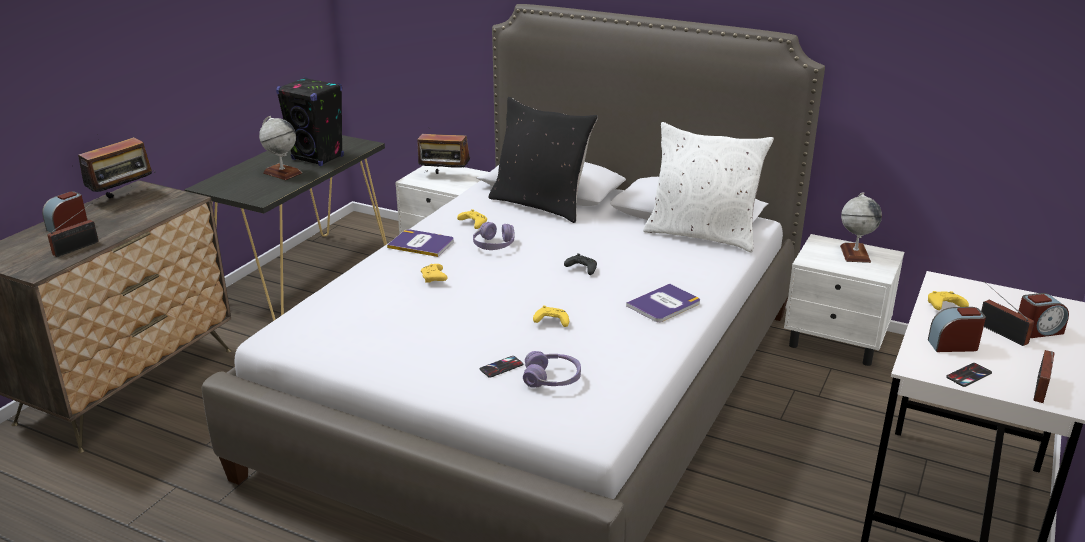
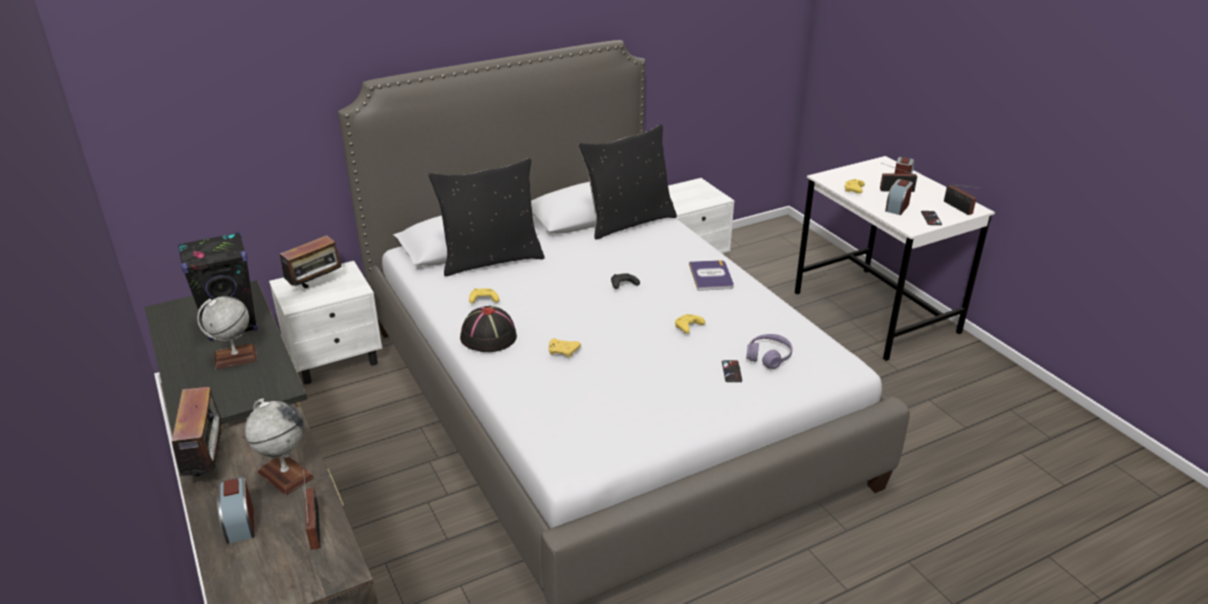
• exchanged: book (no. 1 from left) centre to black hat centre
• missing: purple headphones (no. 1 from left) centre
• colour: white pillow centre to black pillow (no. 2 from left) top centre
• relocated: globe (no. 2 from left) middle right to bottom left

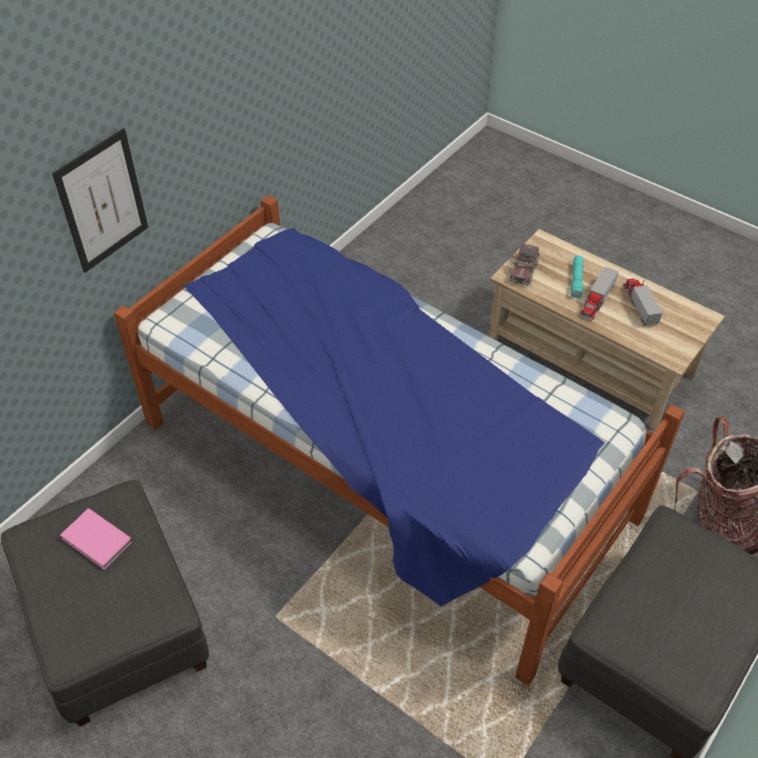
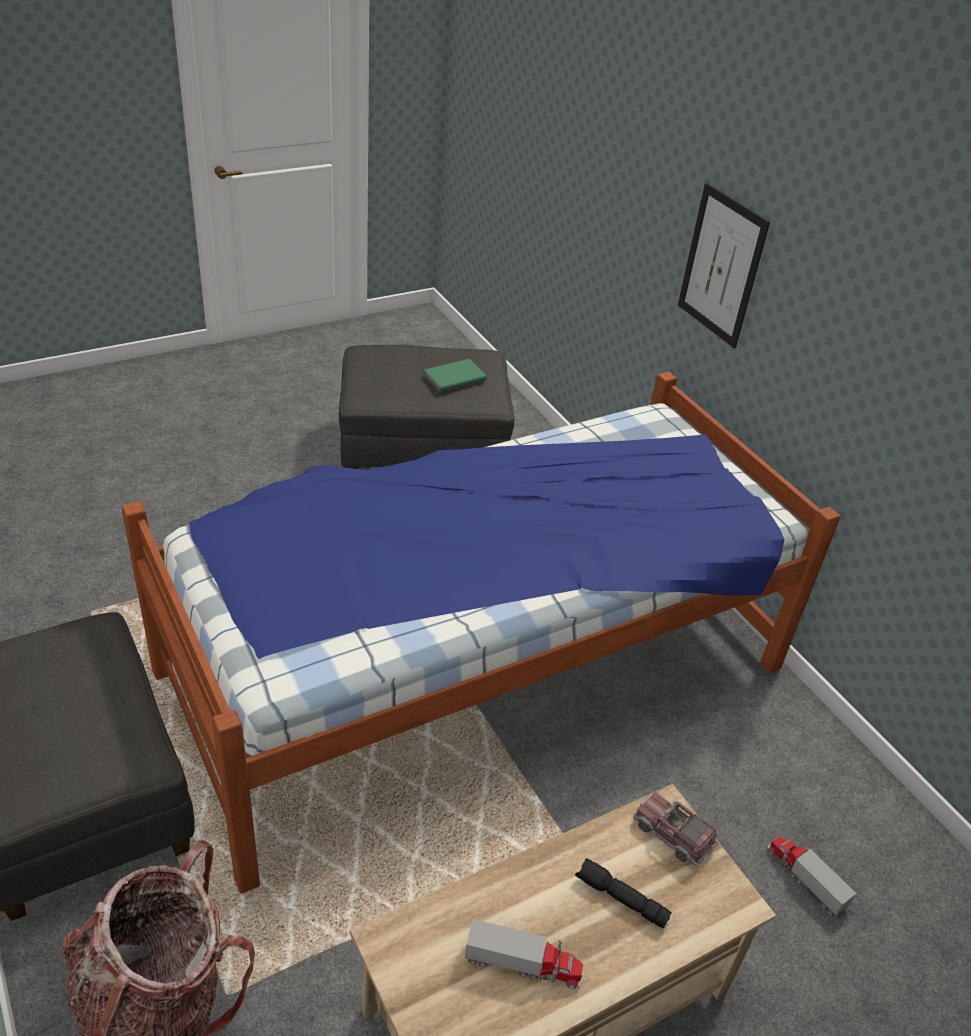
• colour: pink book bottom left to green book centre
• colour: turquoise flashlight middle right to black flashlight bottom centre
• relocated: toy truck (no. 2 from left in the first image) middle right to toy truck (no. 3 from left) bottom right

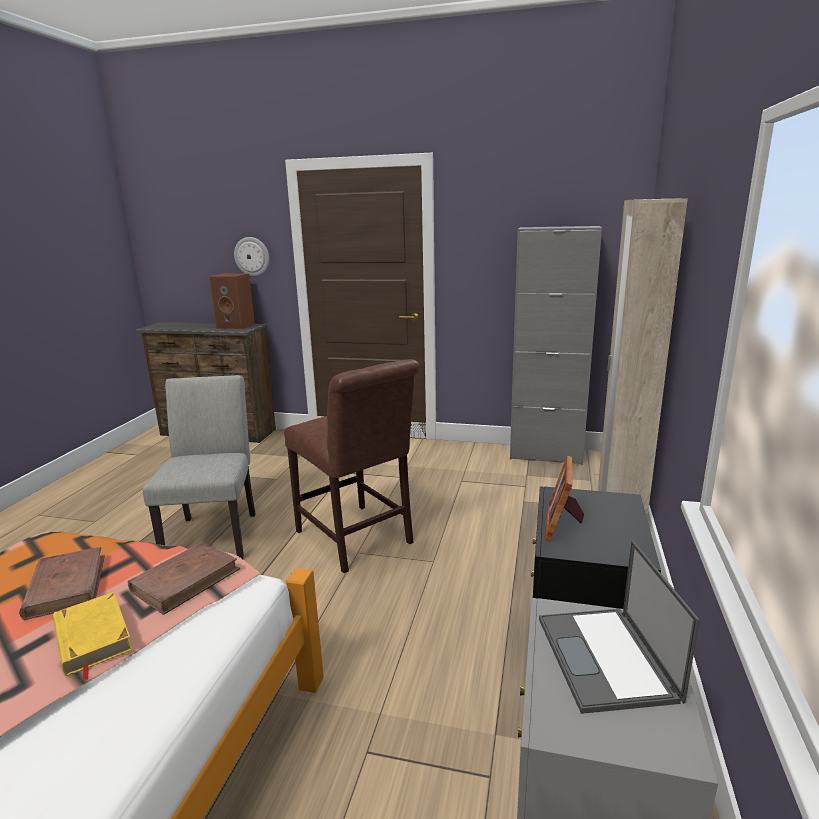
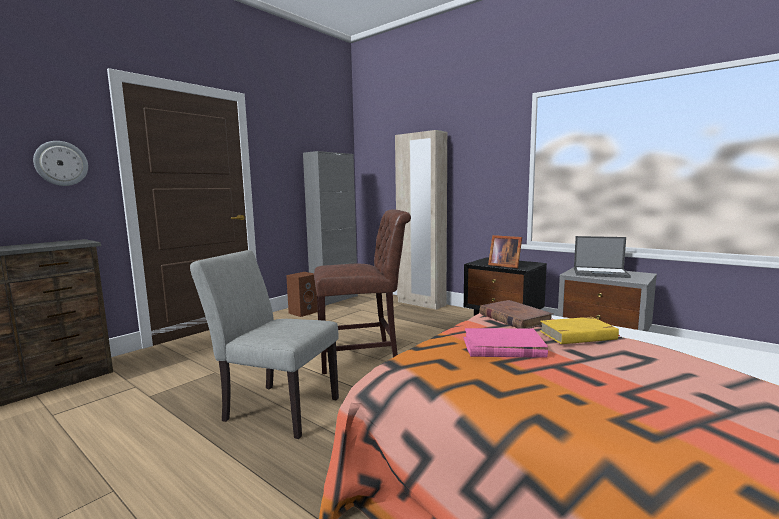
• colour: brown book (no. 1 from left) bottom left to pink book centre
• relocated: brown speaker middle left to centre

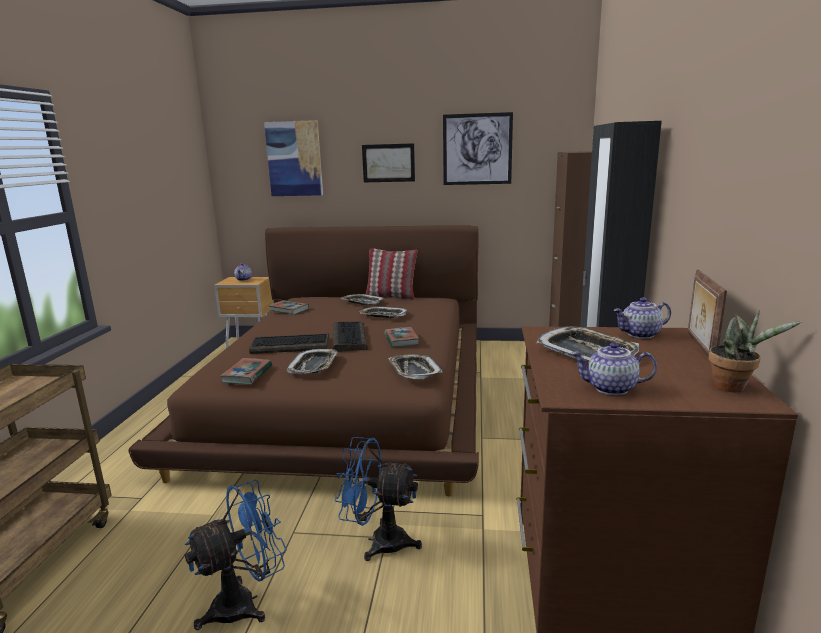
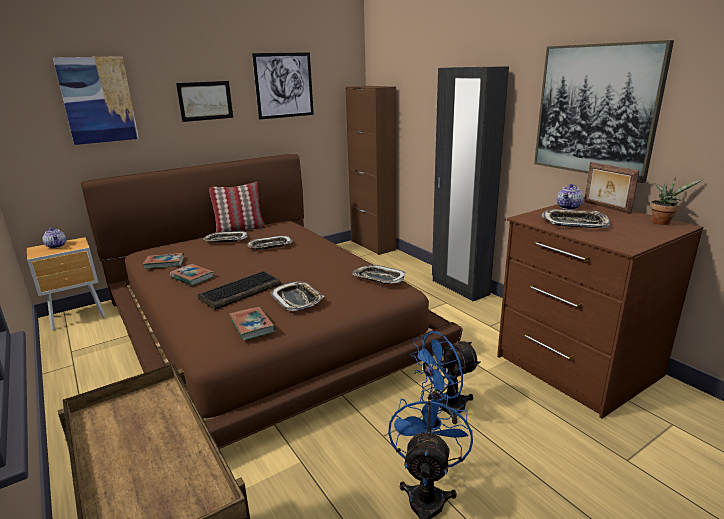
• missing: keyboard (no. 2 from left) centre
• relocated: book (no. 3 from left in the first image) centre to book (no. 2 from left) middle left
• missing: teapot (no. 2 from left) middle right
• appeared: picture (no. 4 from left) top right

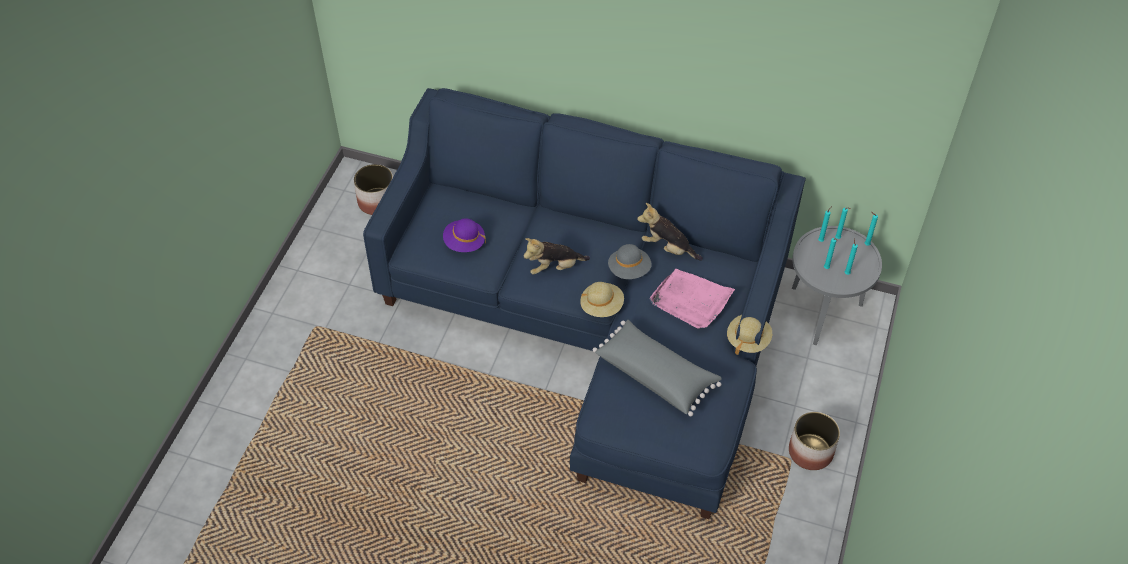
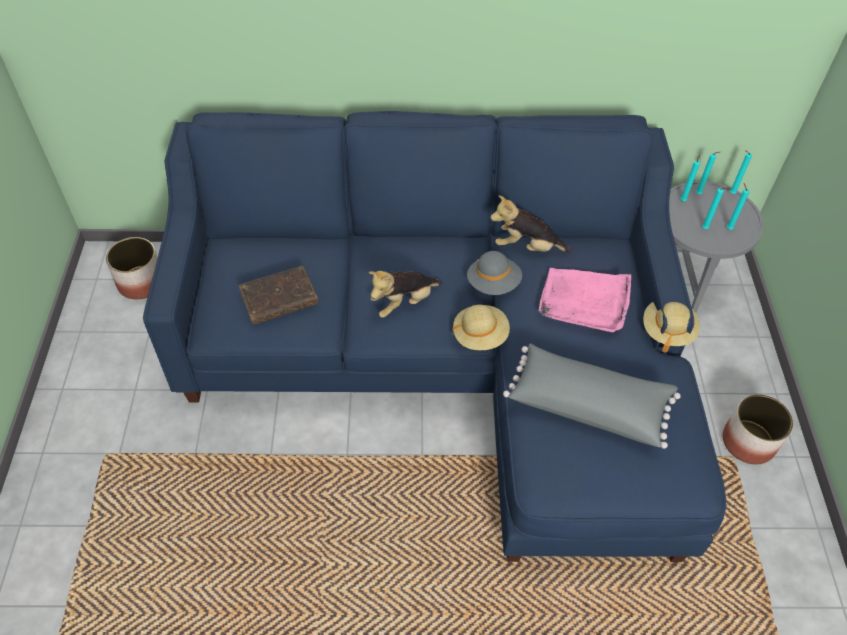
• exchanged: purple hat centre to brown book middle left

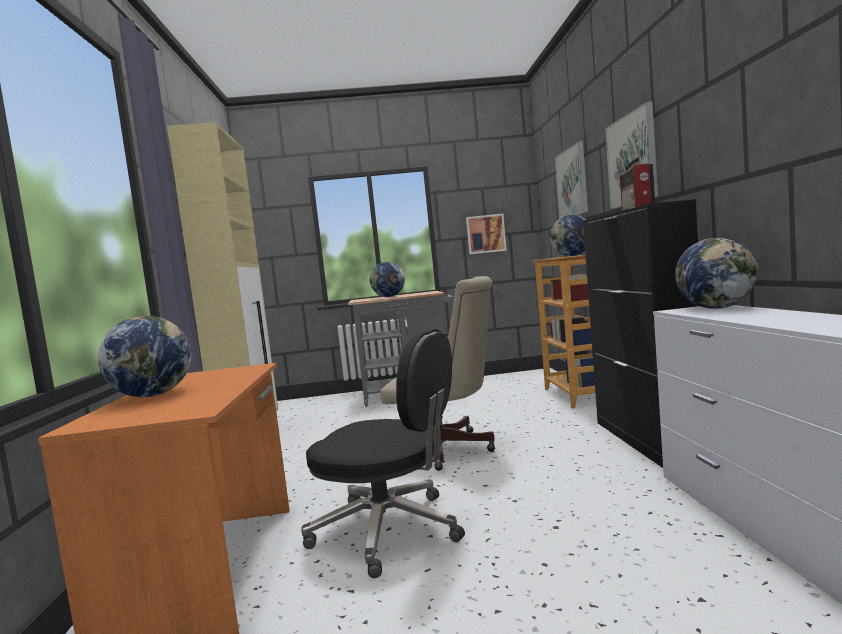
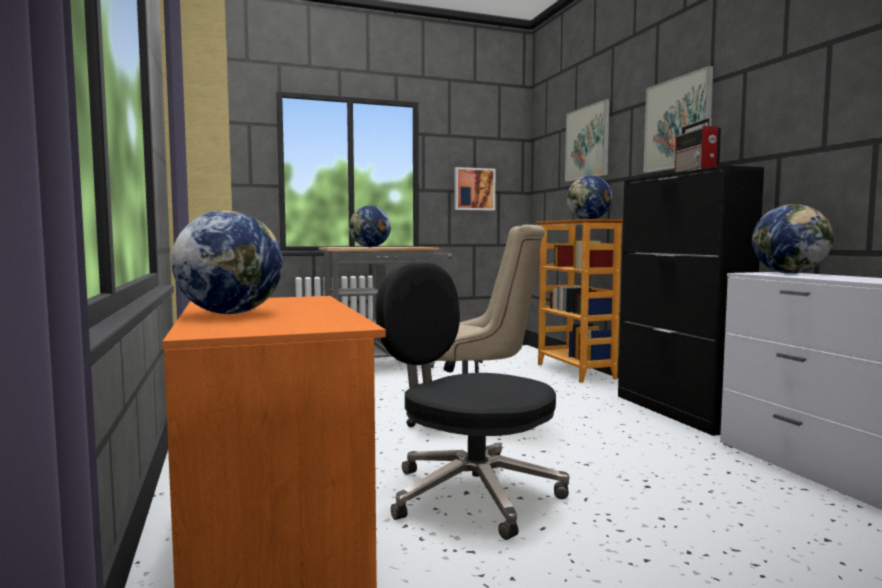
• spun: black office chair bottom centre = bottom centre 150 degrees counterclockwise

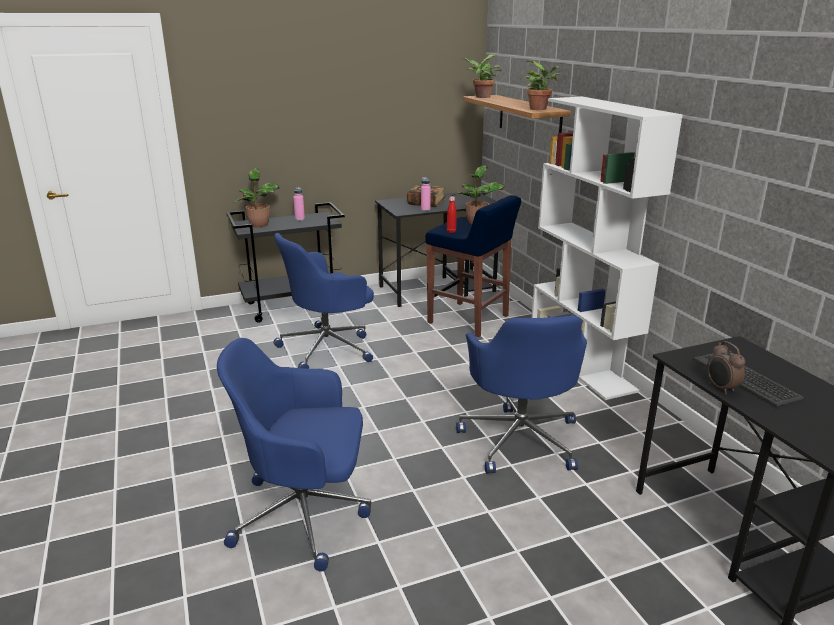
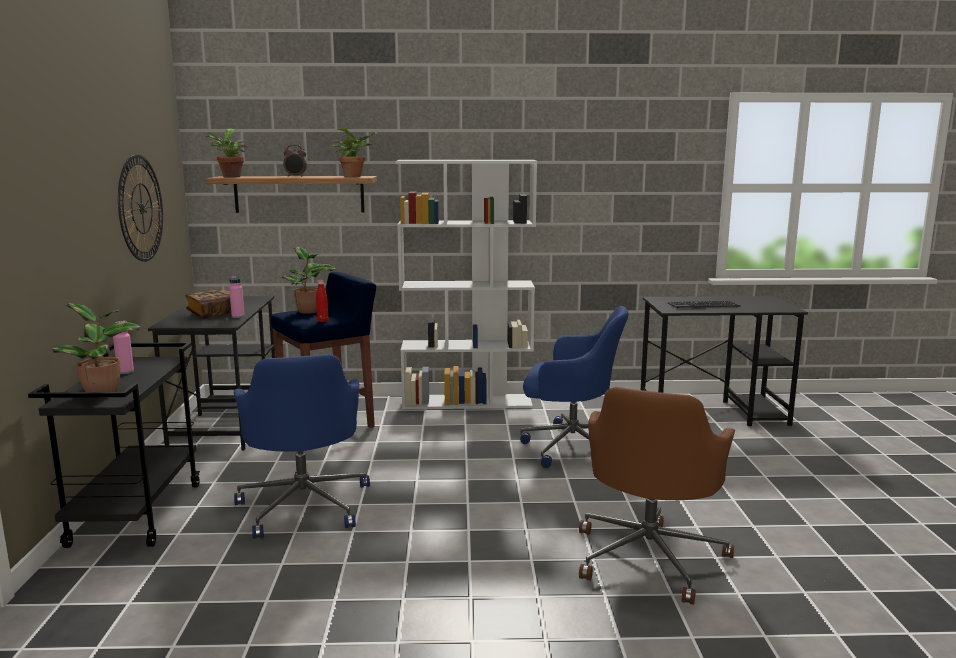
• colour: blue office chair (no. 1 from left) bottom centre to brown office chair bottom right
• relocated: alarm clock middle right to top left
• appeared: wall clock top left

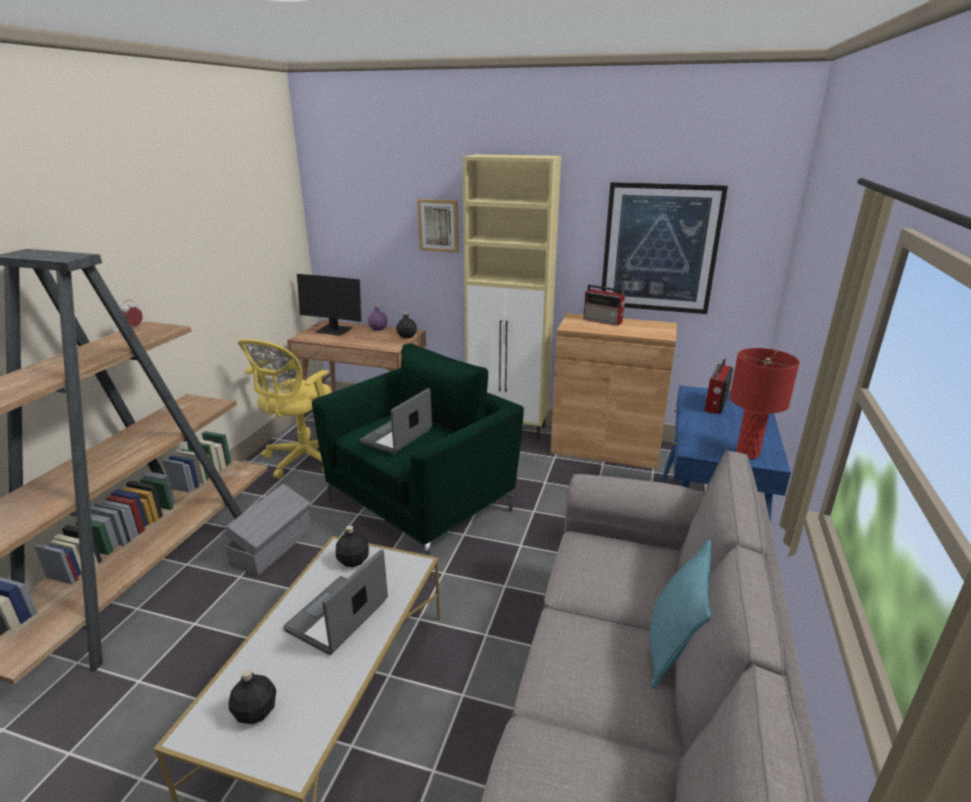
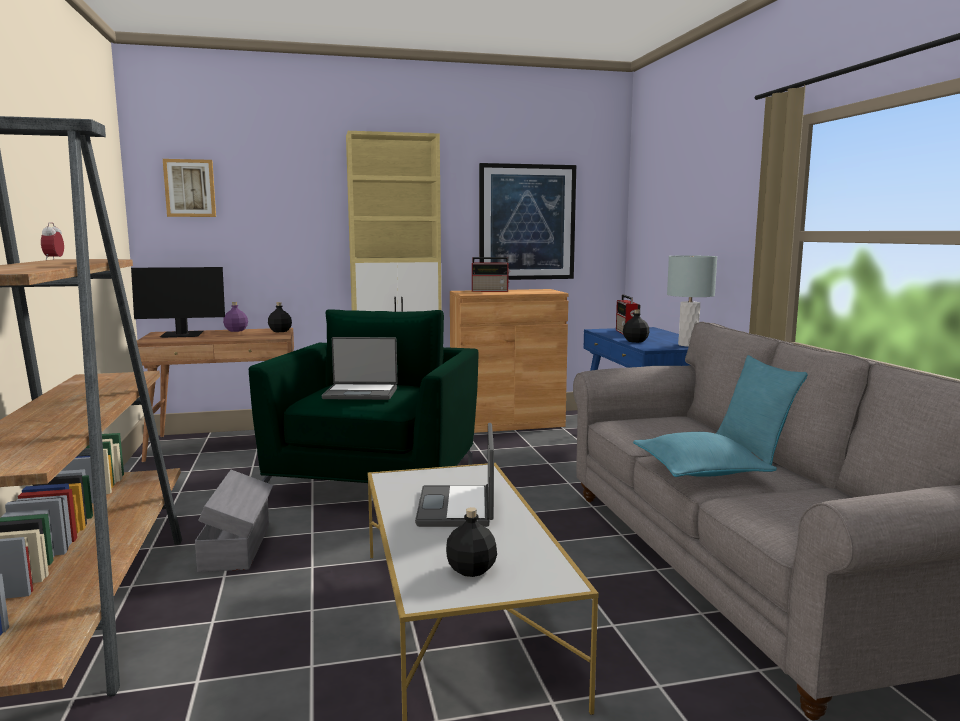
• missing: yellow office chair middle left
• relocated: black bottle (no. 2 from left in the first image) bottom centre to black bottle (no. 3 from left) centre
• spun: laptop (no. 2 from left in the first image) centre = centre 90 degrees counterclockwise
• relocated: picture (no. 1 from left) top centre to top left
• colour: red table lamp middle right to grey table lamp middle right
• appeared: turquoise pillow (no. 1 from left) middle right

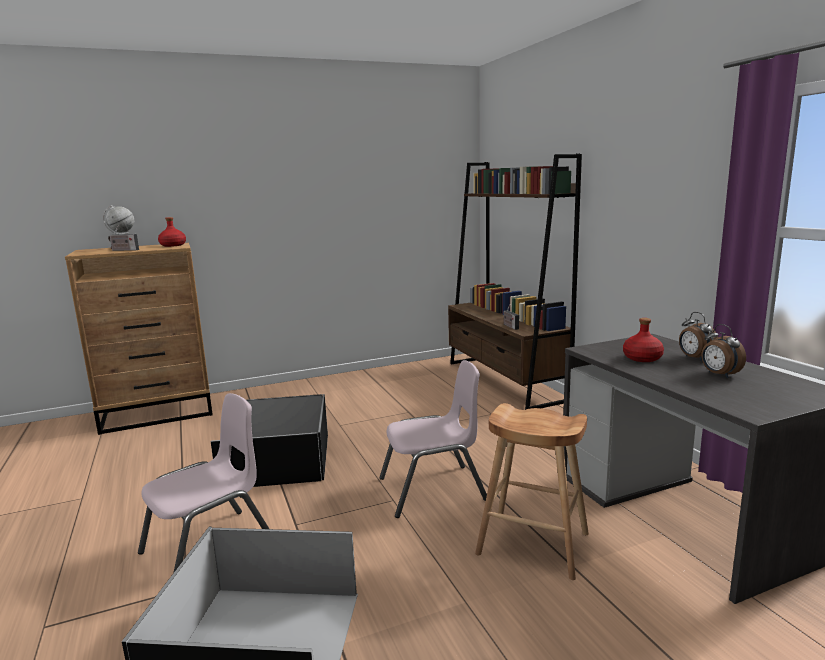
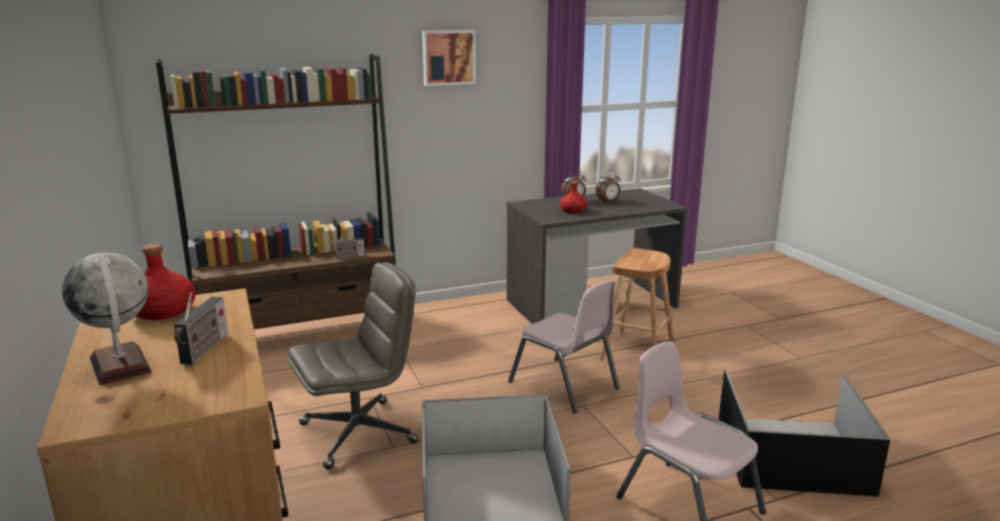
• spun: pink chair (no. 2 from left in the first image) centre = centre 150 degrees clockwise
• appeared: grey office chair bottom centre
• appeared: picture top centre

